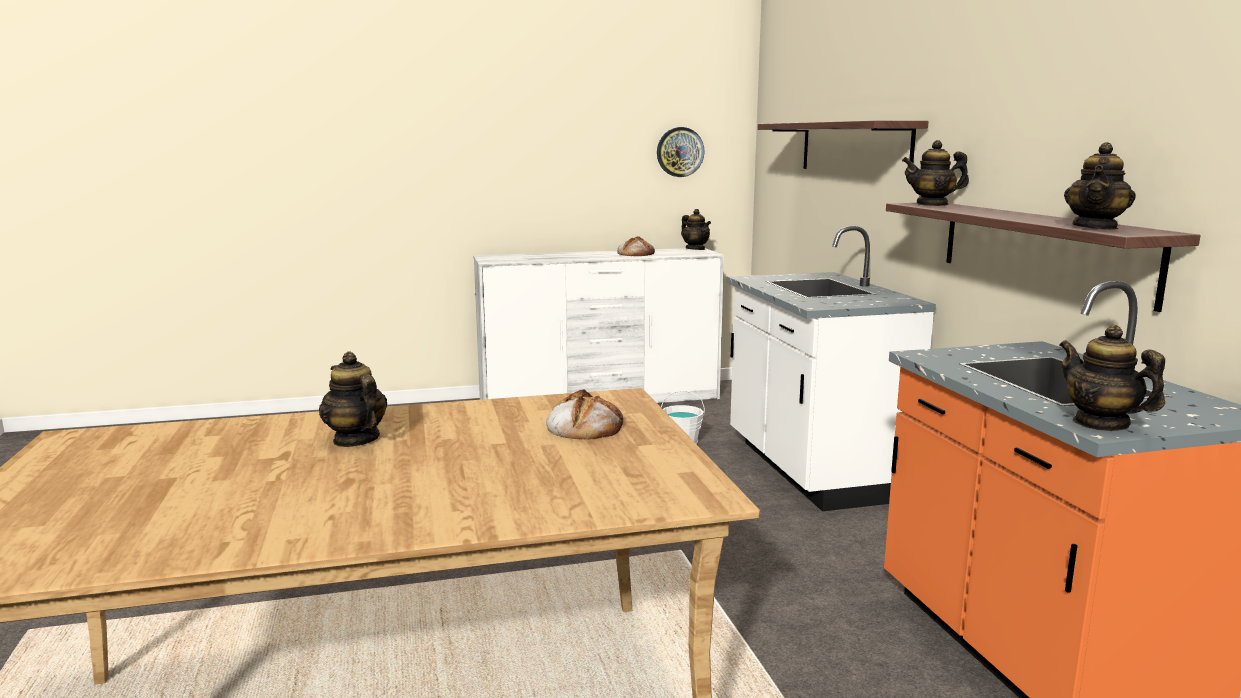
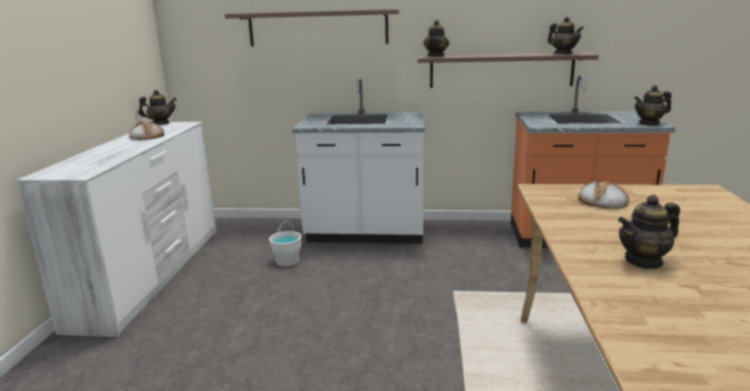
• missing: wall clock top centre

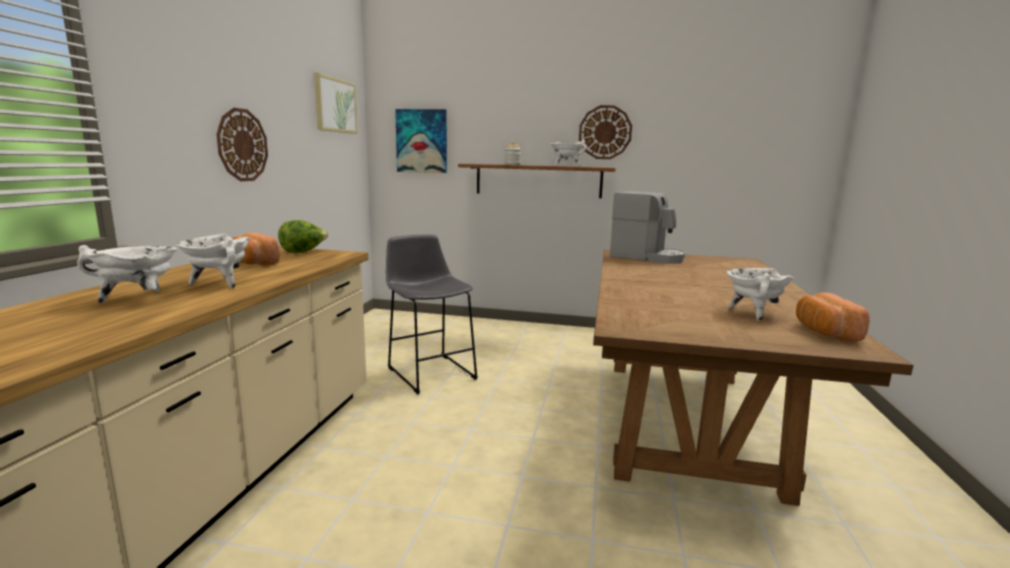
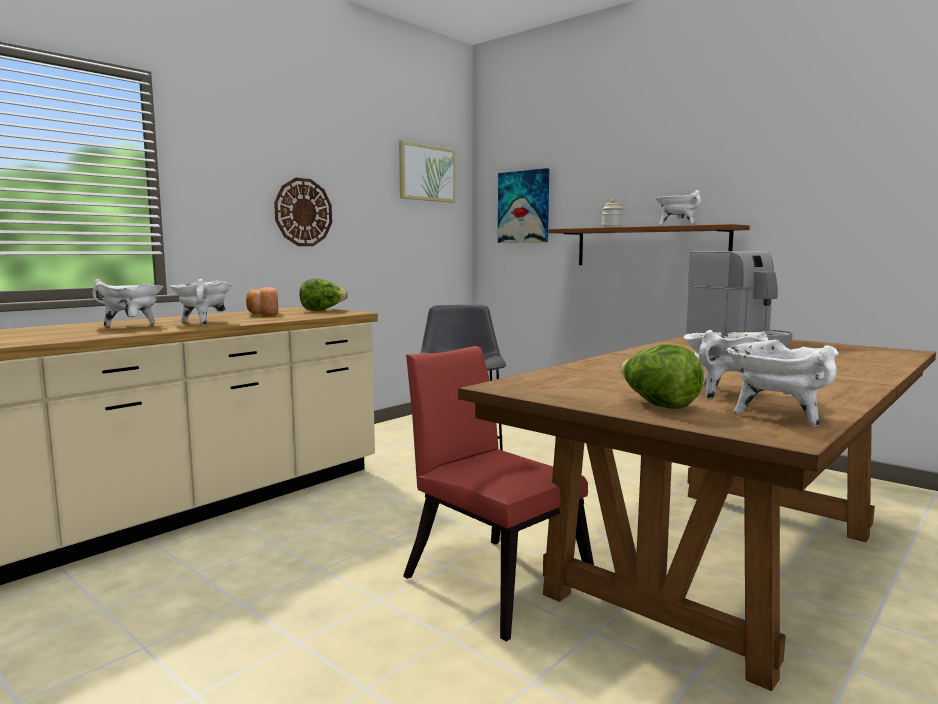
• missing: wall clock (no. 2 from left) top centre
• exchanged: bread (no. 2 from left) middle right to white cooking pot (no. 5 from left) middle right
• appeared: red chair bottom centre
• appeared: lettuce (no. 2 from left) middle right

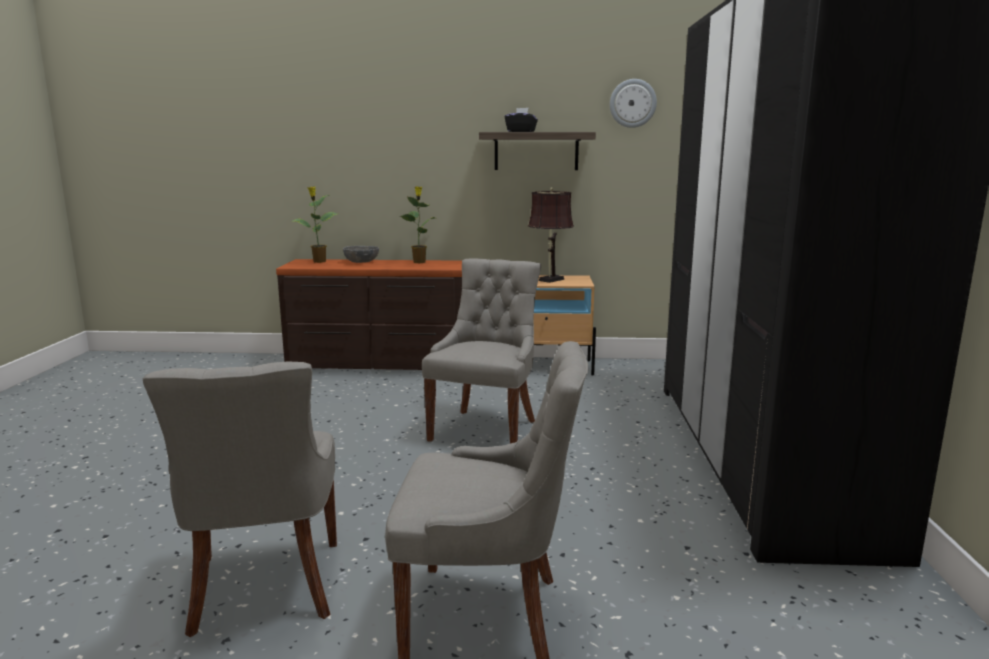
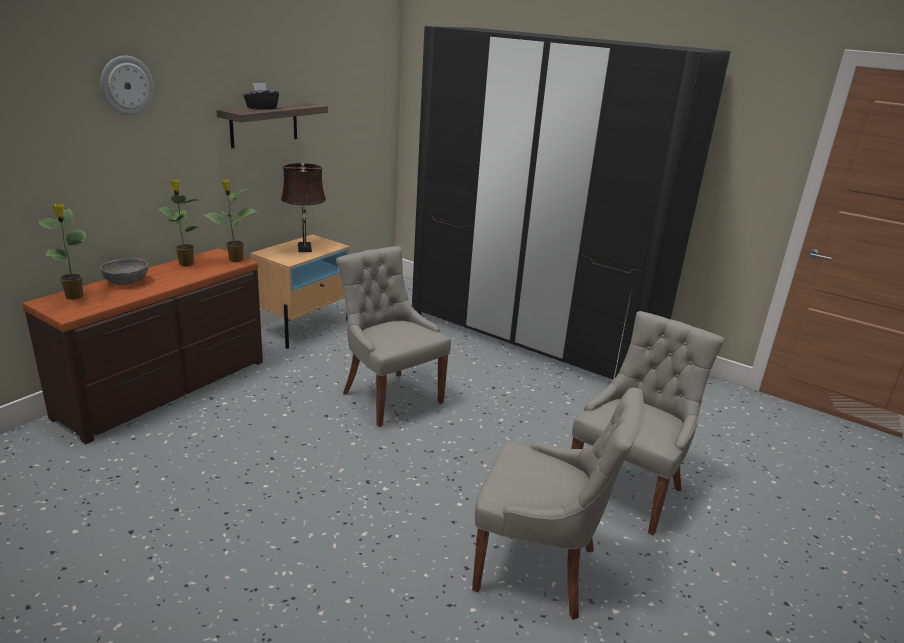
• relocated: wall clock top centre to top left
• appeared: potted plant (no. 3 from left) middle left

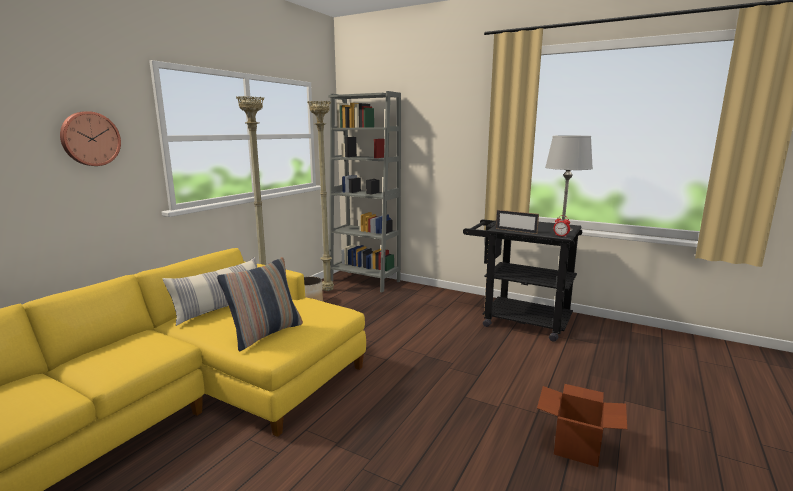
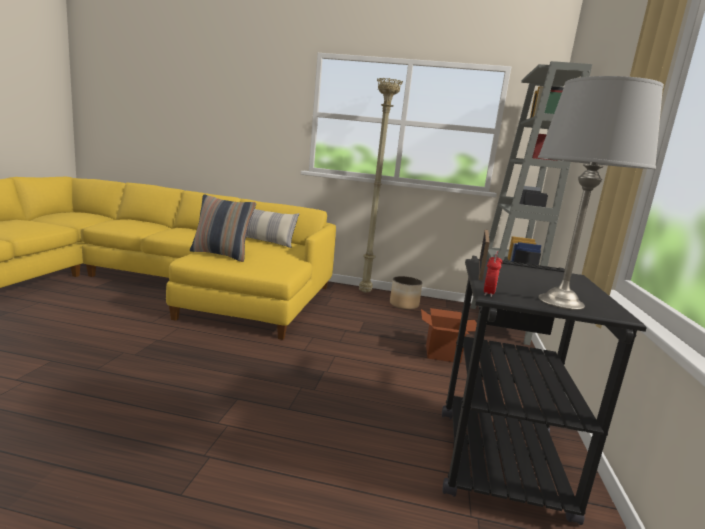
• missing: wall clock top left
• missing: beige floor lamp (no. 2 from left) centre
• relocated: cardboard box bottom right to centre

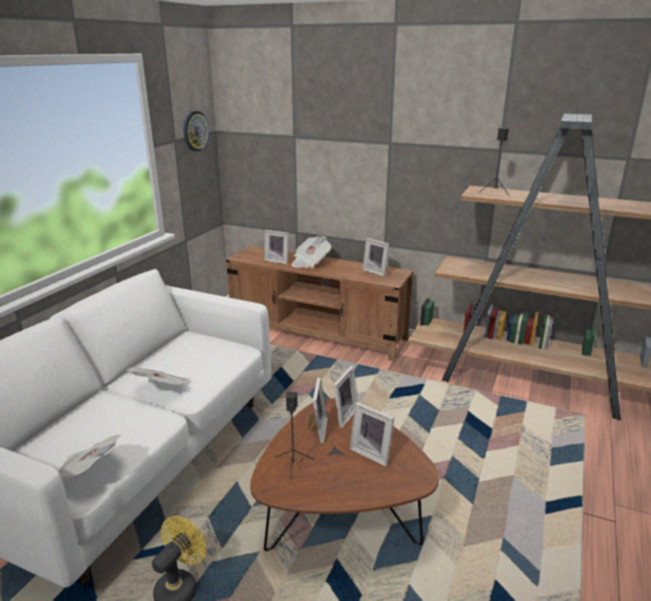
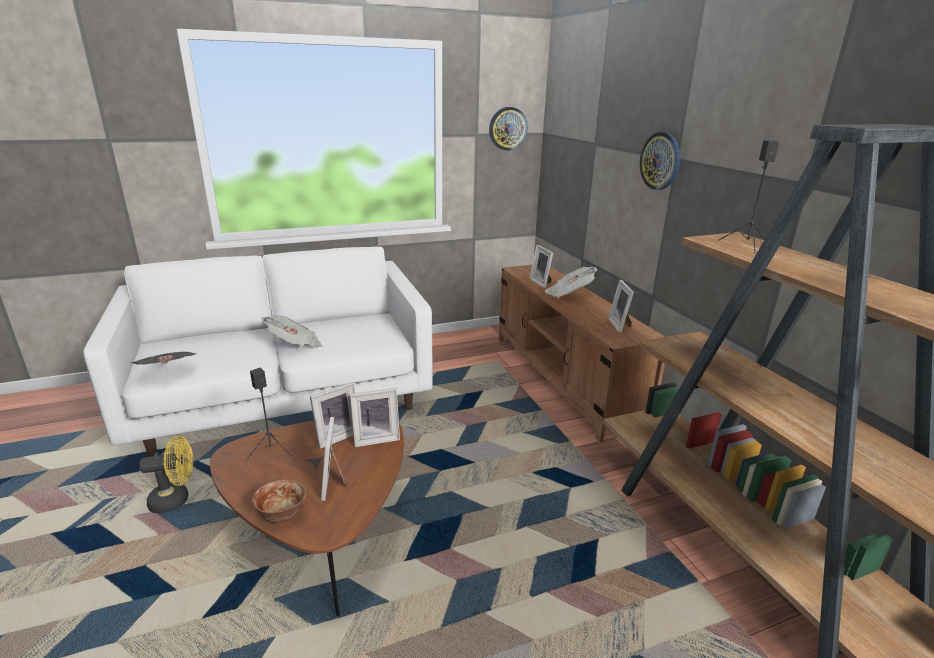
• appeared: bowl bottom left
• appeared: wall clock (no. 2 from left) top right

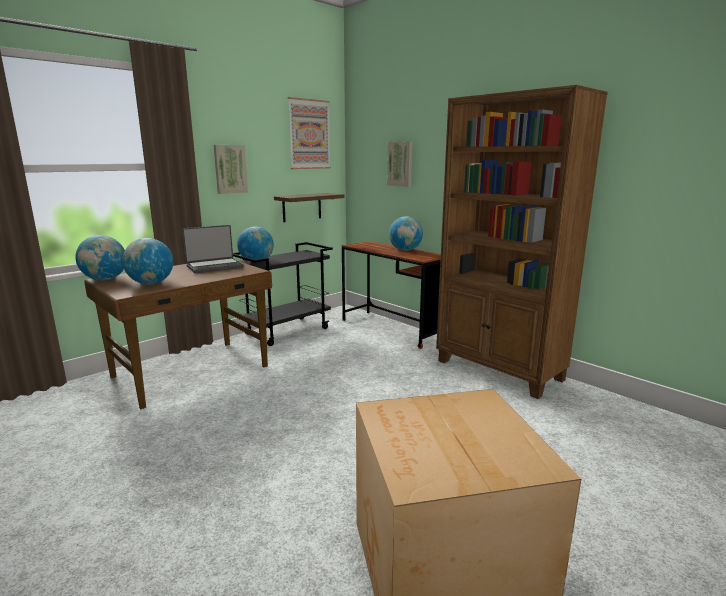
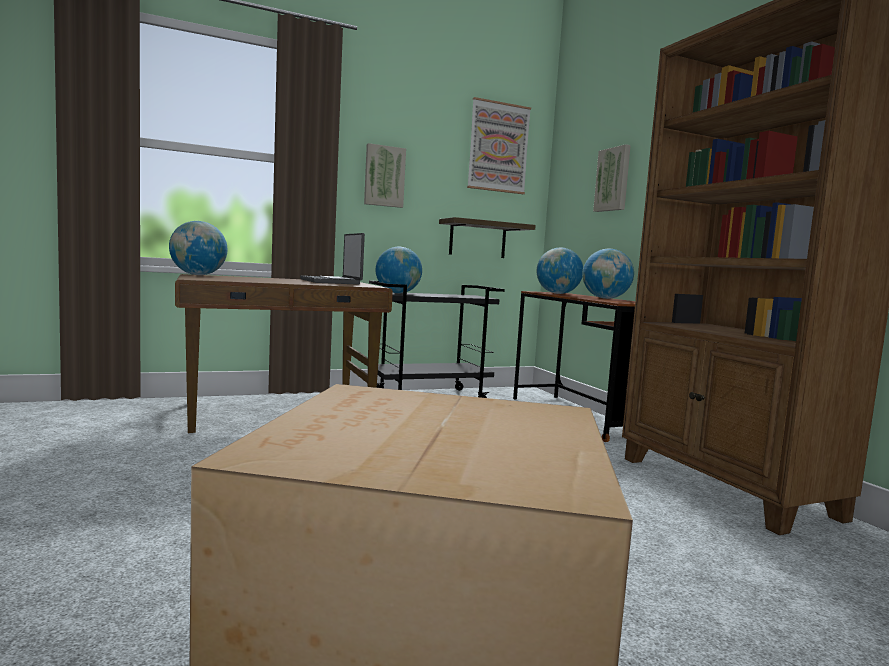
• relocated: globe (no. 2 from left in the first image) middle left to globe (no. 3 from left) centre
• spun: laptop middle left = centre 75 degrees clockwise

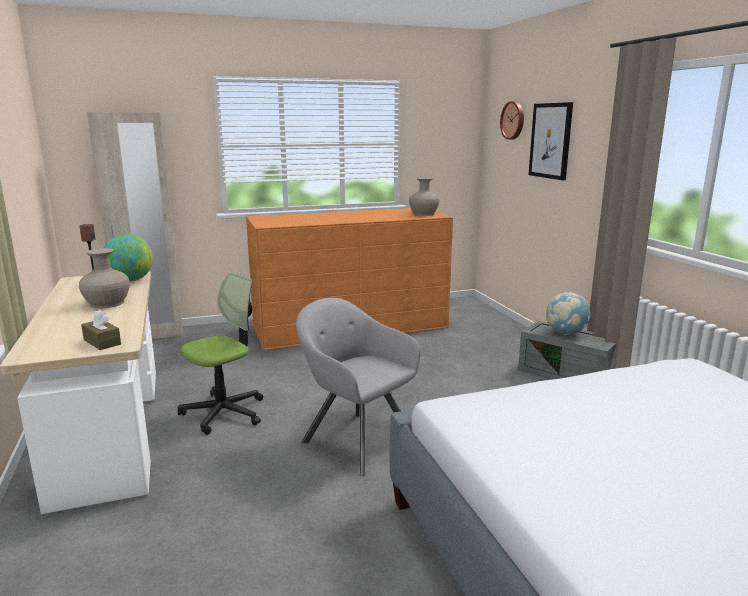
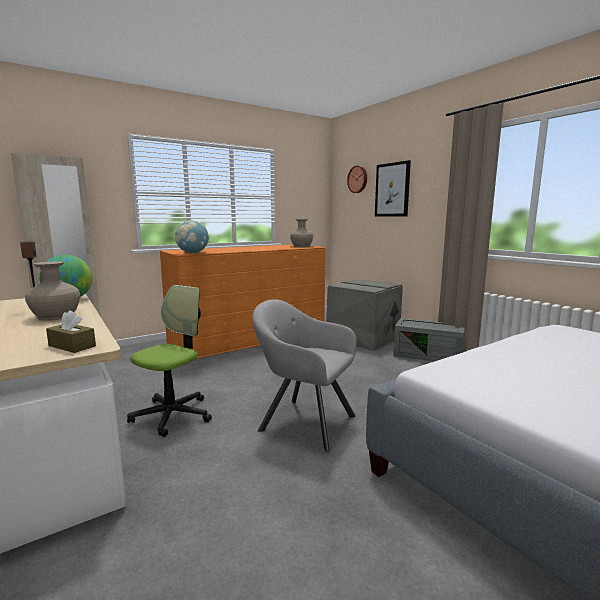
• relocated: globe (no. 2 from left) middle right to middle left
• appeared: grey storage box (no. 1 from left) centre

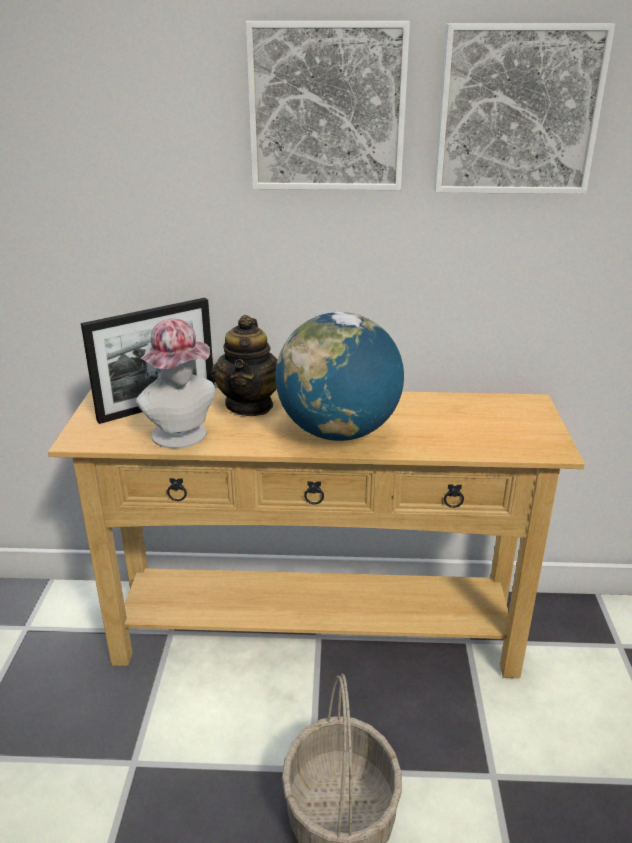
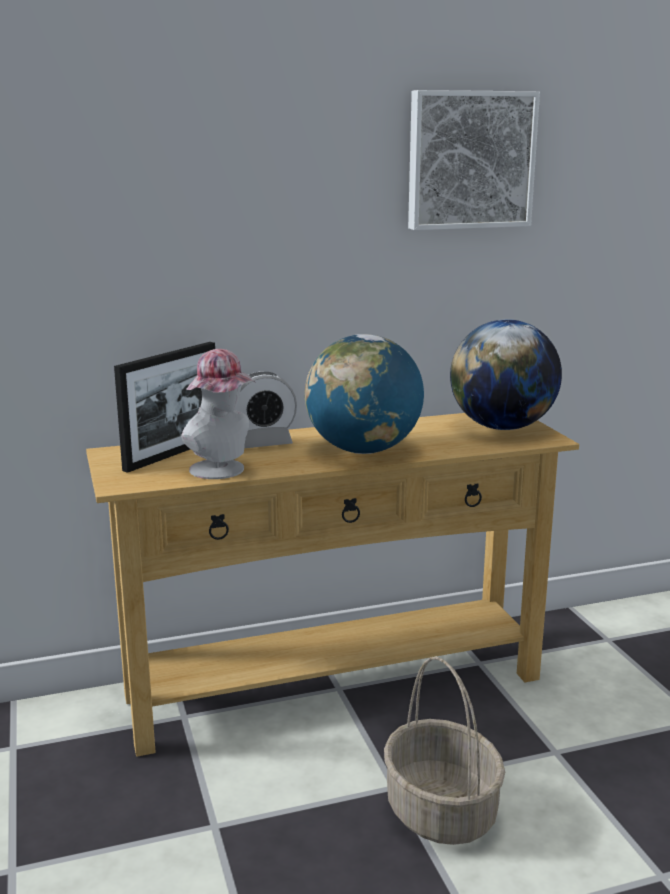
• exchanged: teapot centre to alarm clock centre
• missing: picture (no. 1 from left) top centre
• appeared: globe (no. 2 from left) middle right

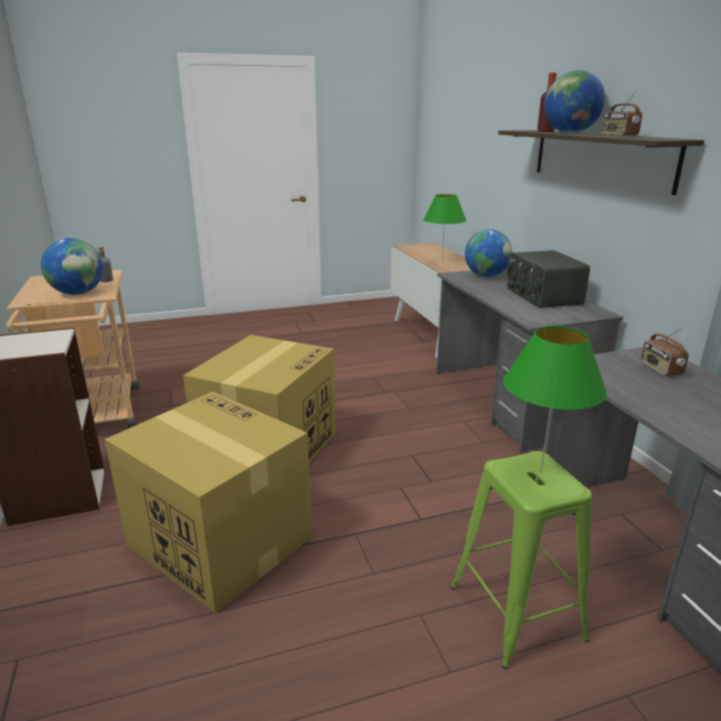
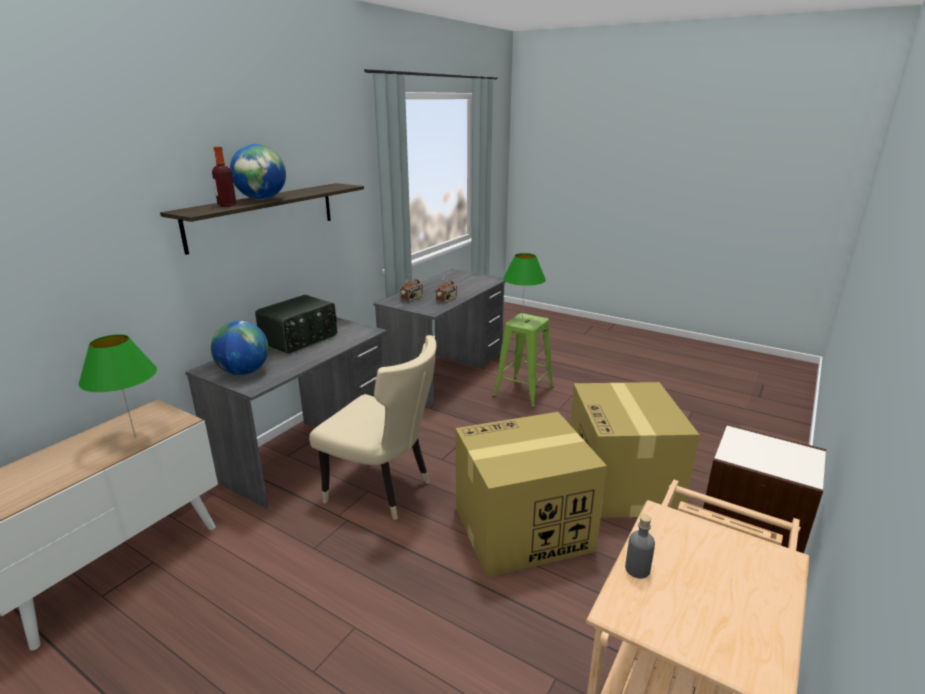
• missing: globe (no. 1 from left) middle left
• relocated: radio (no. 2 from left in the first image) top right to radio (no. 3 from left) centre
• appeared: beige chair centre

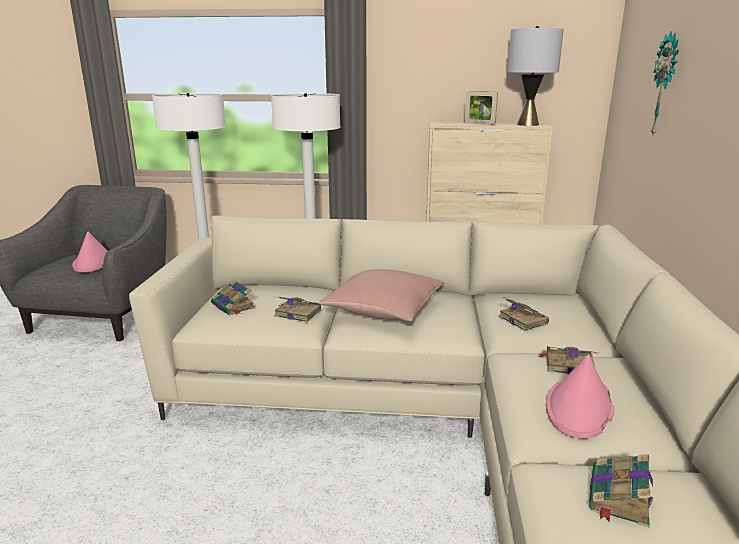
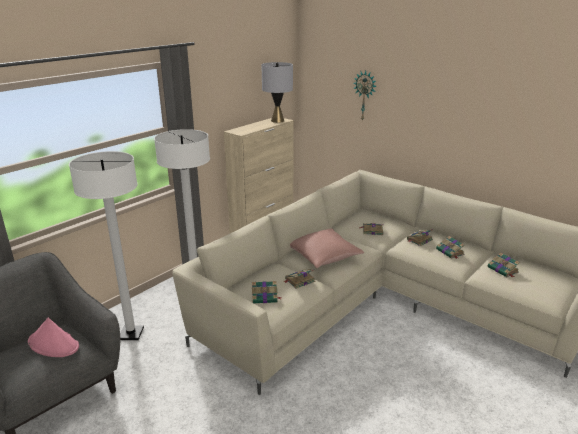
• missing: picture frame top centre
• exchanged: pink hat (no. 2 from left) bottom right to book (no. 5 from left) middle right

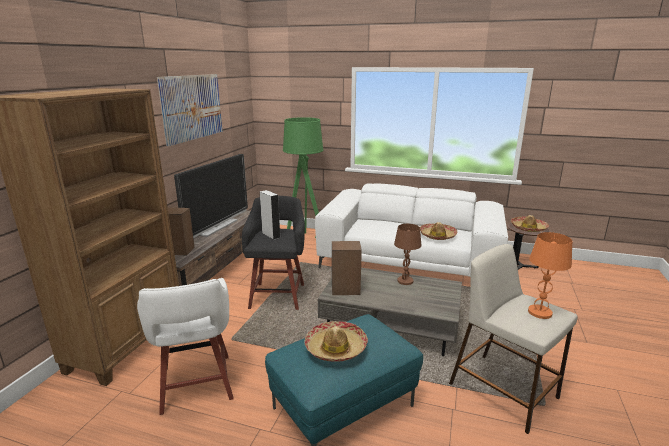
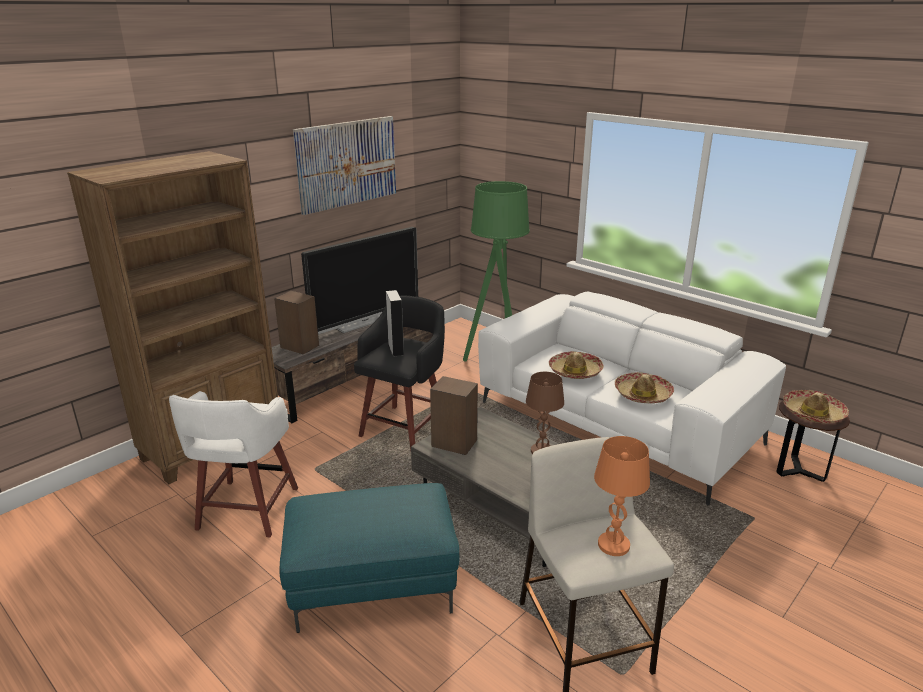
• relocated: hat (no. 1 from left) bottom centre to centre

